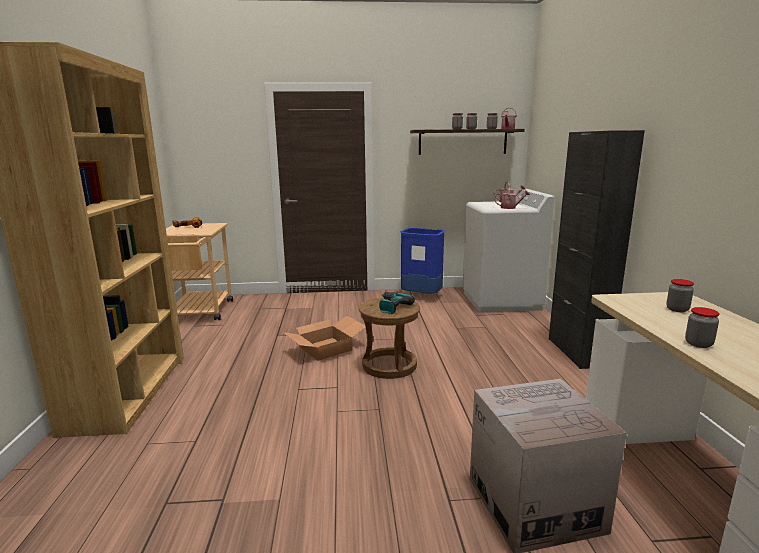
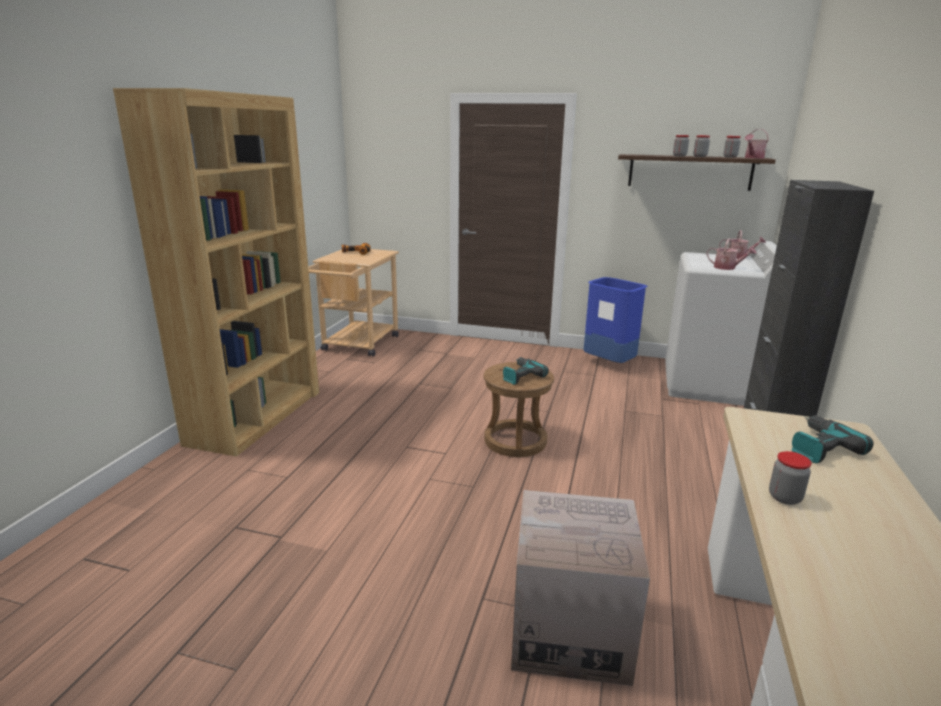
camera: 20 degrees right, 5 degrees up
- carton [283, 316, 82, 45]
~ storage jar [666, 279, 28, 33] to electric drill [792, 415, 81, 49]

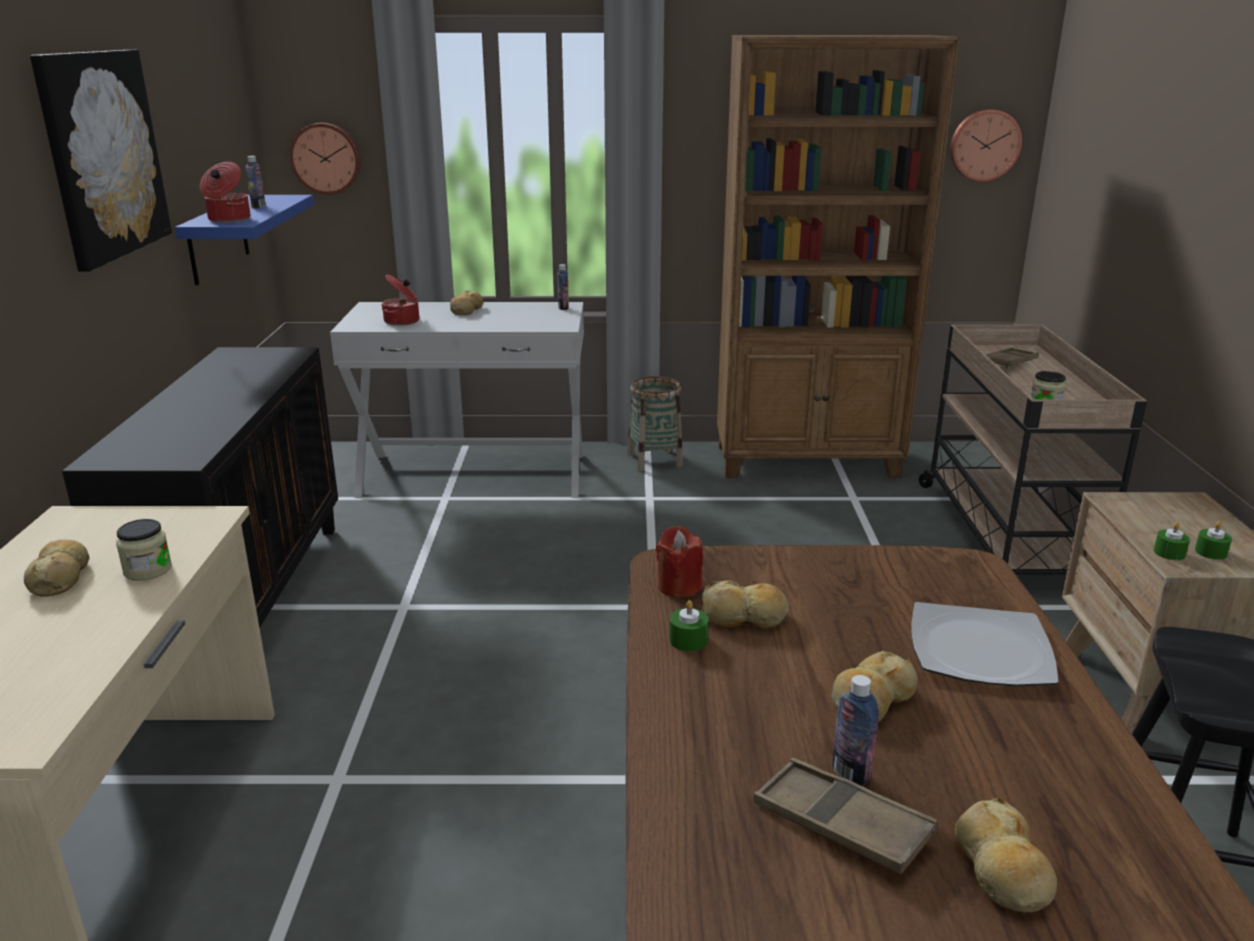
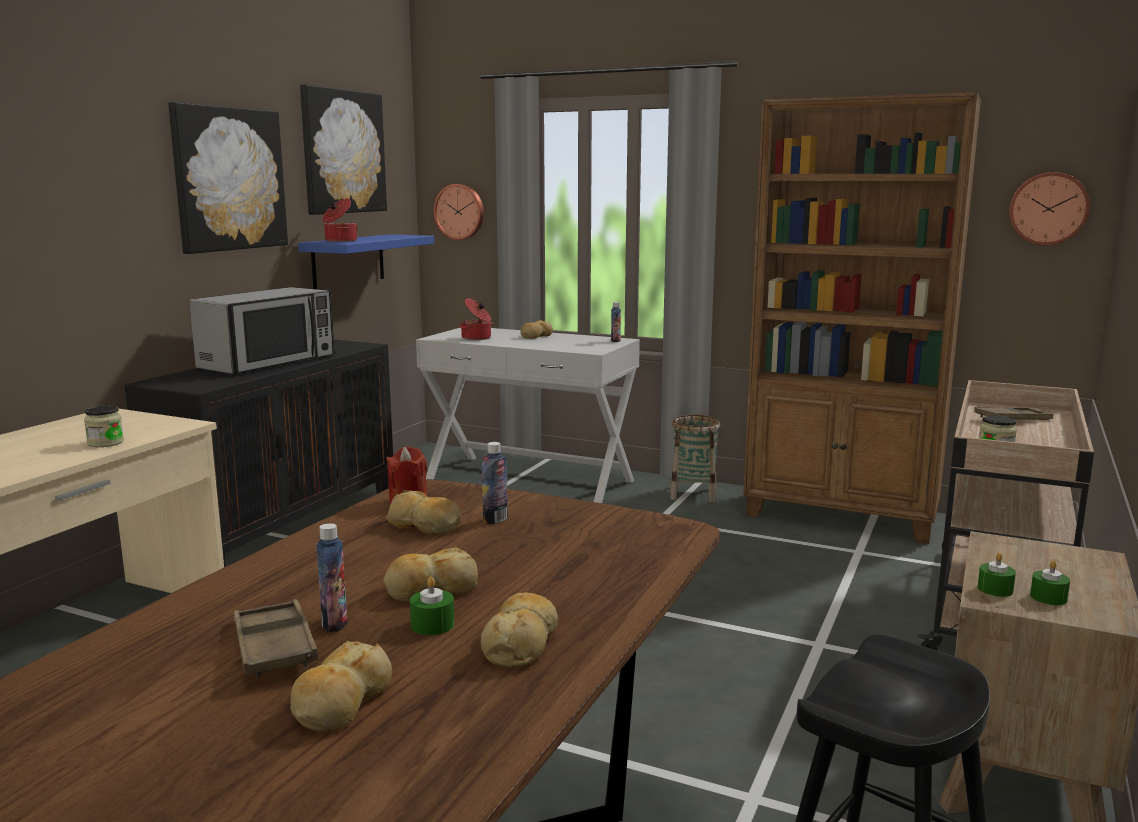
camera: 25 degrees right, 10 degrees down
~ baked bread [24, 540, 65, 57] to [481, 592, 77, 76]
~ drink bottle [246, 156, 20, 53] to [482, 442, 26, 83]
~ candle (green-coloured) [669, 600, 40, 51] to [410, 577, 44, 58]
- flat dish [911, 602, 147, 84]
+ kitchen microwave [189, 287, 146, 88]
+ wall picture [300, 85, 87, 130]

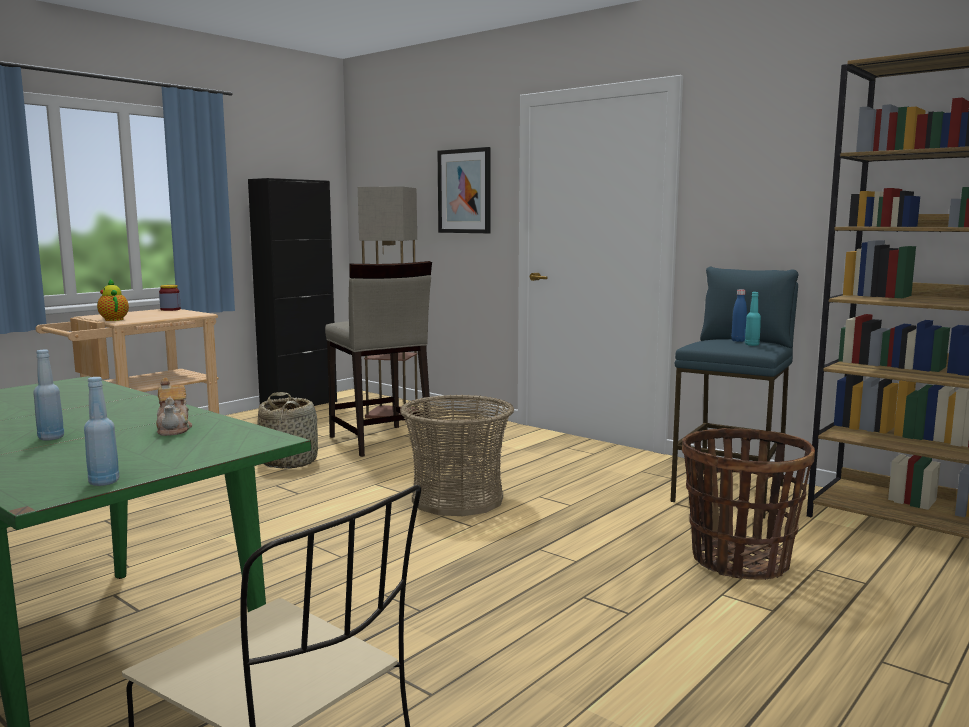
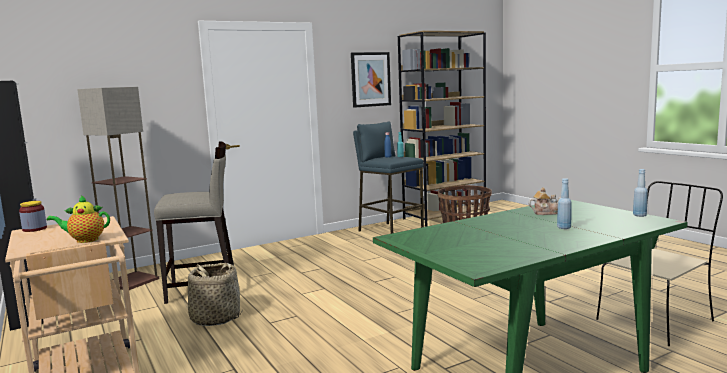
camera: 70 degrees left, 0 degrees up
- basket [400, 394, 114, 122]
~ wall picture [438, 147, 53, 86] to [351, 52, 40, 56]

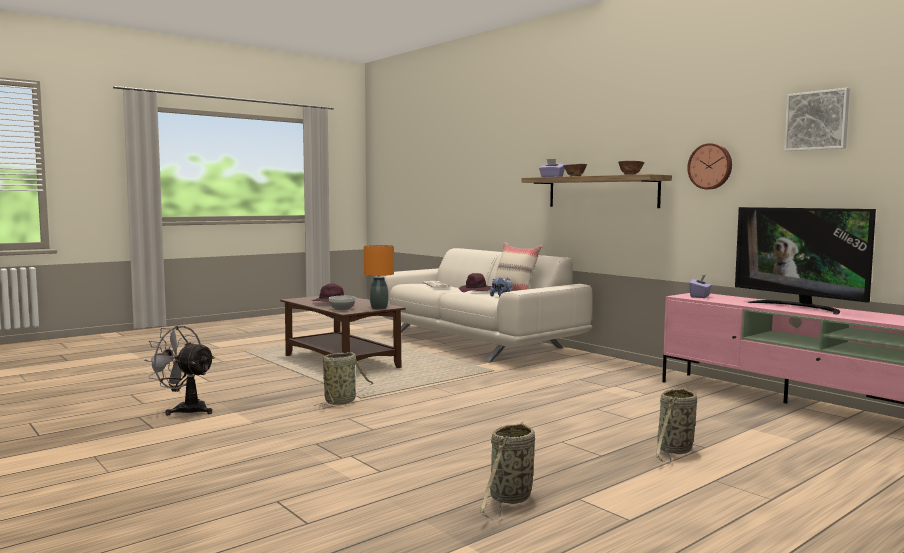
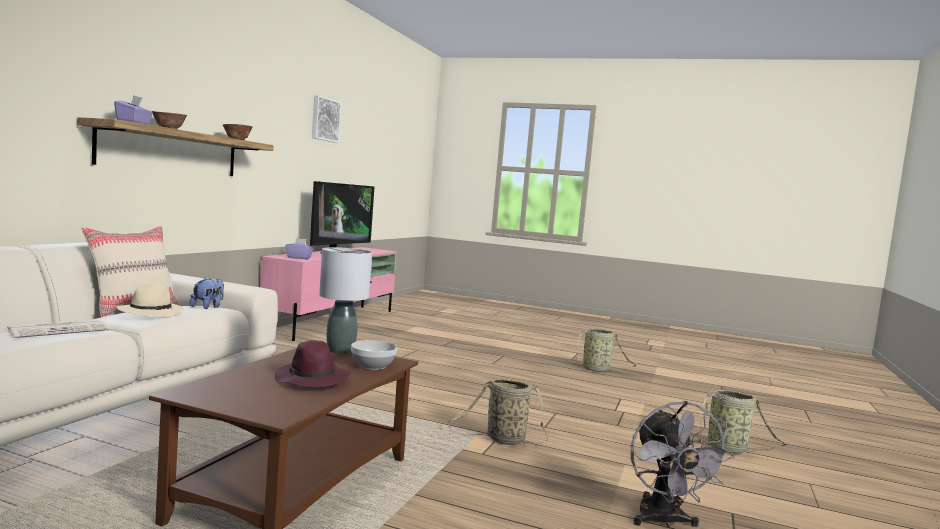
camera: 120 degrees left, 0 degrees up
~ table lamp (orange-coloured) [364, 245, 30, 64] to table lamp (grey) [319, 247, 53, 107]
~ wearable hat (purple) [459, 273, 34, 19] to wearable hat (beige) [117, 283, 67, 35]
~ basket [656, 387, 41, 77] to [690, 390, 96, 63]
- clock on the wall [687, 143, 45, 46]

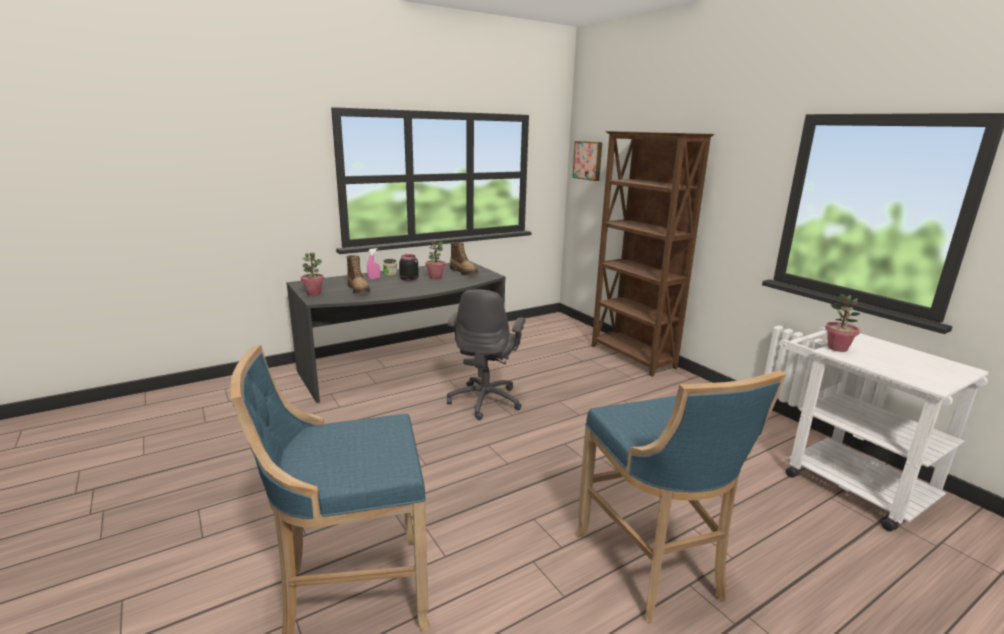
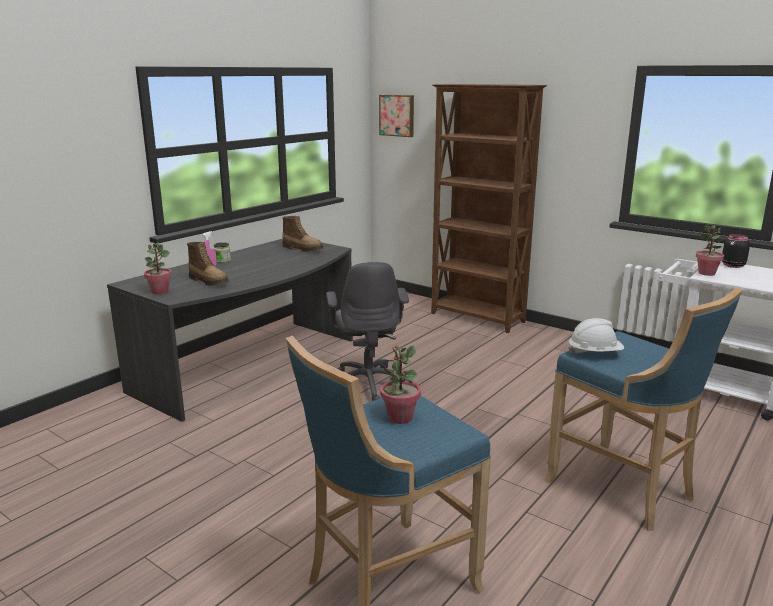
camera: 20 degrees left, 0 degrees up
~ storage jar (black-coloured) [399, 254, 20, 28] to [722, 234, 28, 34]
~ potted plant [426, 241, 19, 38] to [380, 345, 41, 79]
+ hard hat (whitish) [568, 318, 56, 36]

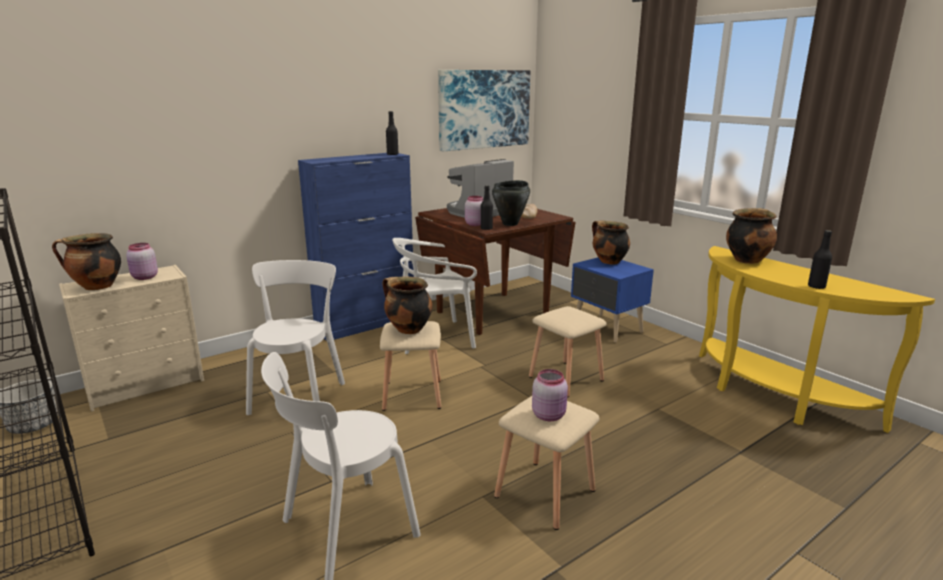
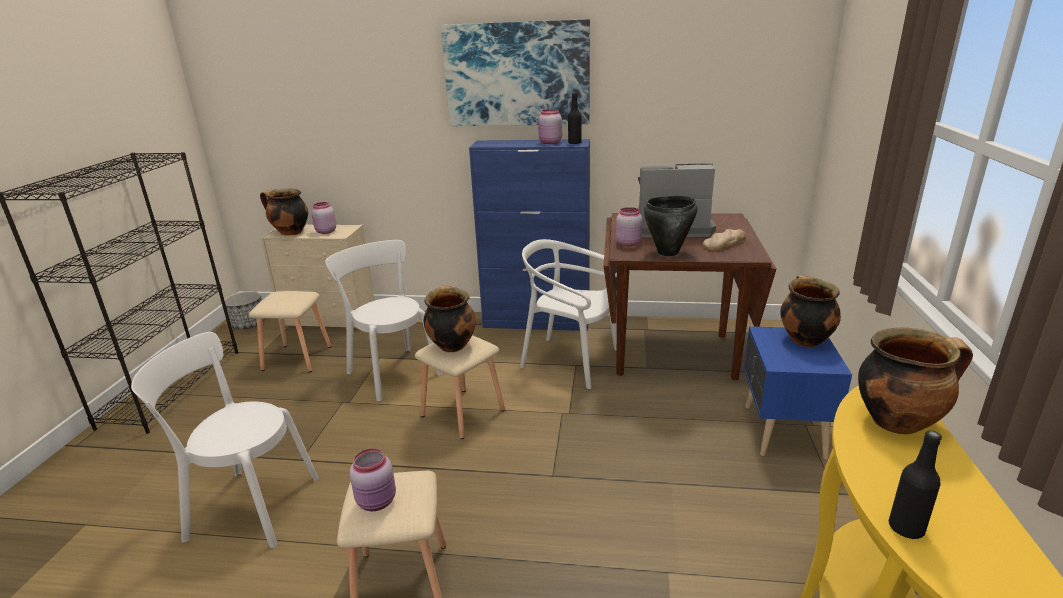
camera: 45 degrees right, 5 degrees up
~ upright chair (whitish) [246, 260, 99, 155] = [325, 240, 118, 161] 90 degrees counterclockwise
~ wall picture [438, 70, 93, 81] to [441, 19, 149, 107]
- drink bottle (black-coloured) [481, 185, 12, 45]
~ stool seat (beige) [529, 306, 78, 92] to [249, 291, 83, 81]
+ storage jar (pink) [538, 109, 24, 35]

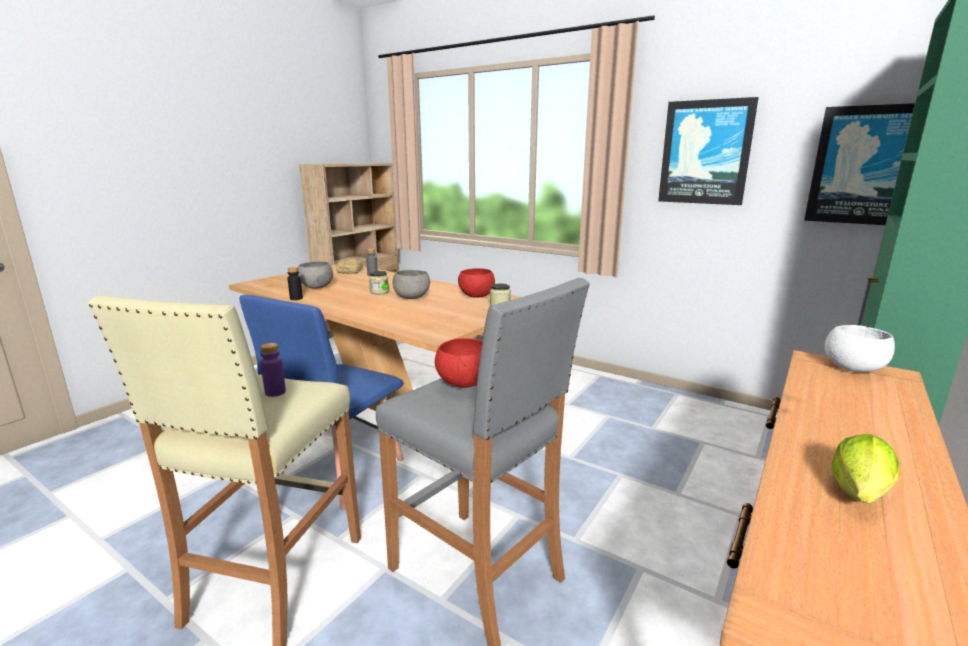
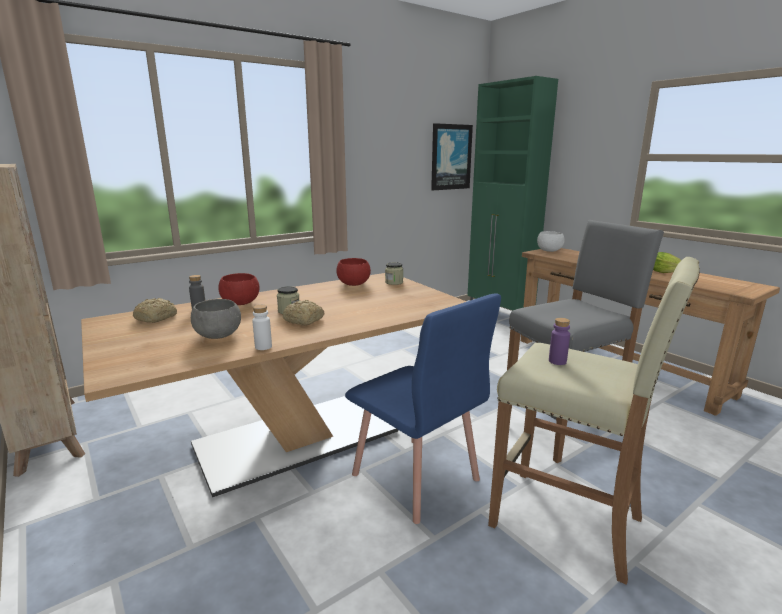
camera: 70 degrees left, 0 degrees up
~ drink bottle (black-coloured) [287, 267, 16, 33] to drink bottle (whitish) [252, 305, 20, 45]
- serving bowl (grey) [393, 270, 37, 29]
~ serving bowl (red-coloured) [435, 338, 47, 50] to [218, 273, 41, 32]
- wall picture [658, 97, 100, 108]
+ baked bread [283, 300, 41, 26]

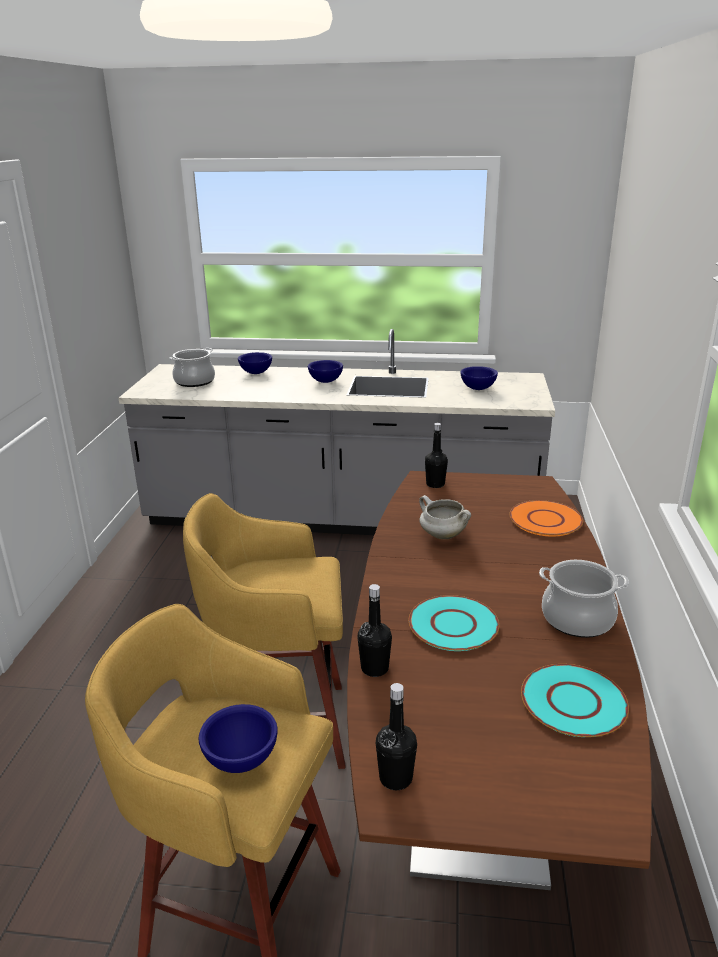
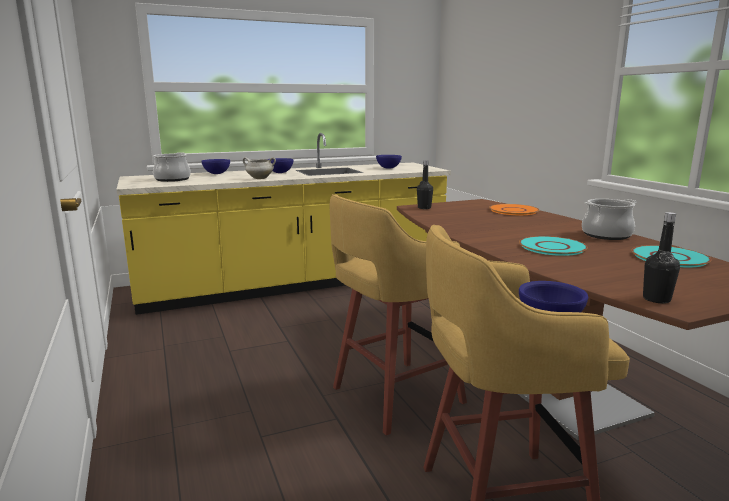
camera: 30 degrees left, 10 degrees down
~ kitchen base unit (grey) [119, 329, 436, 206] to kitchen base unit (yellow-coloured) [116, 133, 335, 182]
- drink bottle (black-coloured) [357, 584, 35, 93]
~ cooking pot (whitish) [419, 495, 52, 44] to [243, 157, 33, 22]

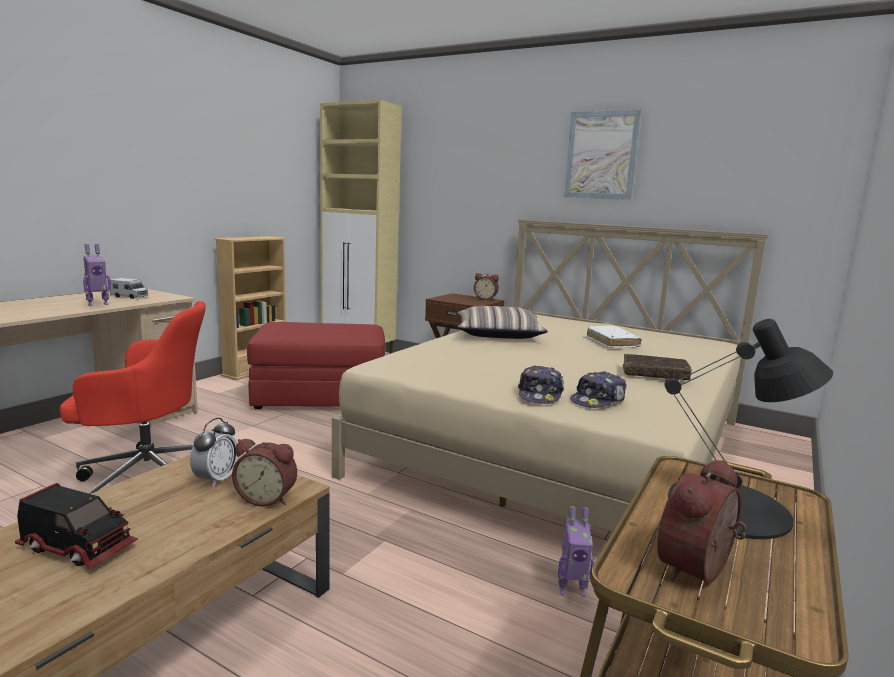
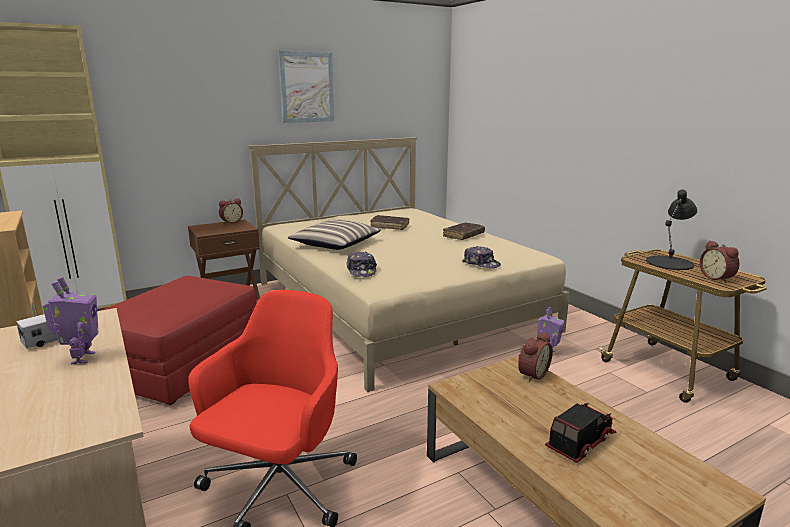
camera: 60 degrees left, 5 degrees up
- table clock [190, 418, 48, 69]
~ peaked cap [570, 371, 57, 37] to [347, 252, 30, 25]
~ book (whitish) [587, 326, 55, 22] to book (brown) [370, 215, 39, 15]

